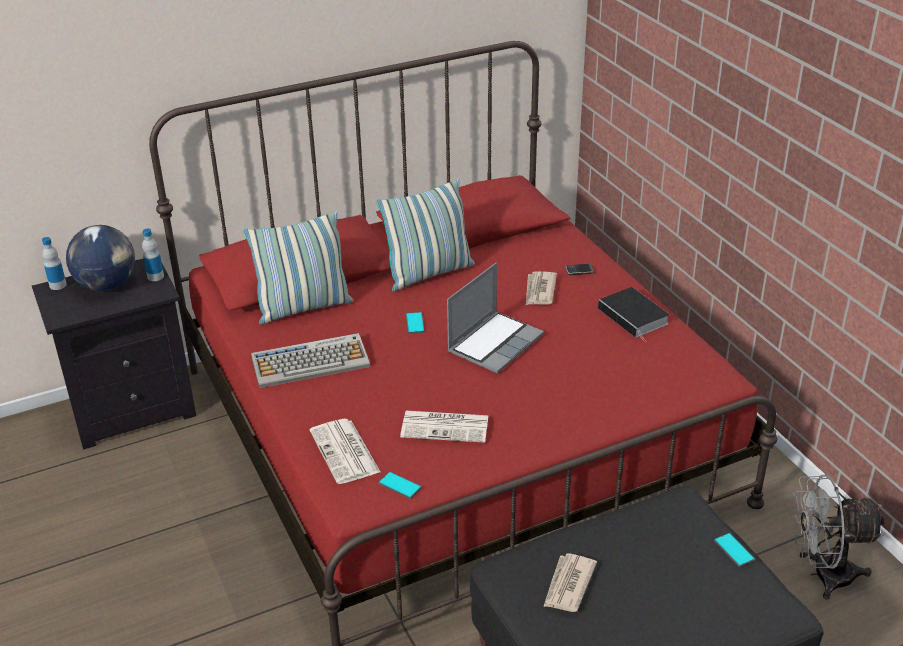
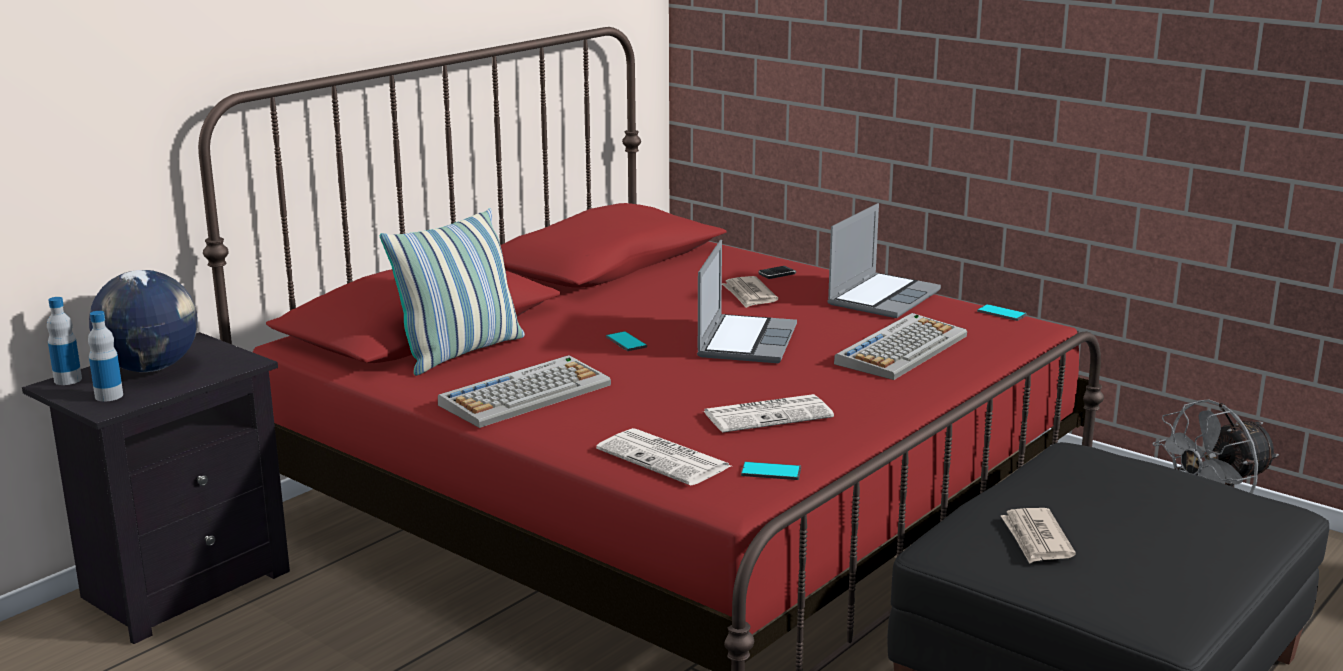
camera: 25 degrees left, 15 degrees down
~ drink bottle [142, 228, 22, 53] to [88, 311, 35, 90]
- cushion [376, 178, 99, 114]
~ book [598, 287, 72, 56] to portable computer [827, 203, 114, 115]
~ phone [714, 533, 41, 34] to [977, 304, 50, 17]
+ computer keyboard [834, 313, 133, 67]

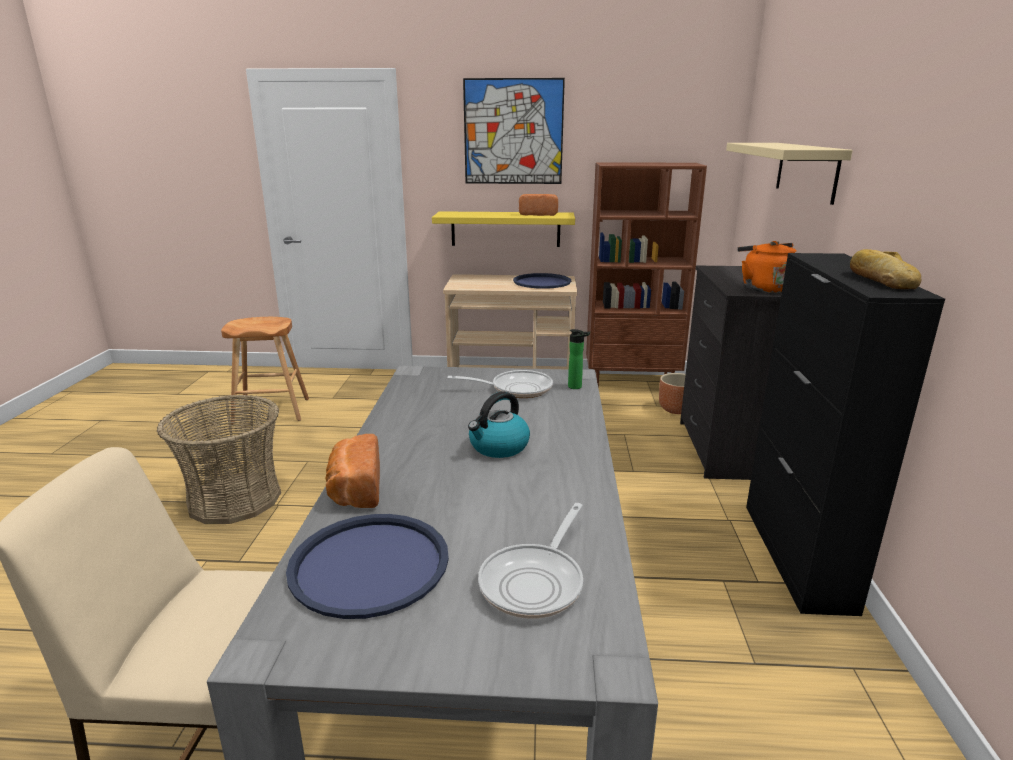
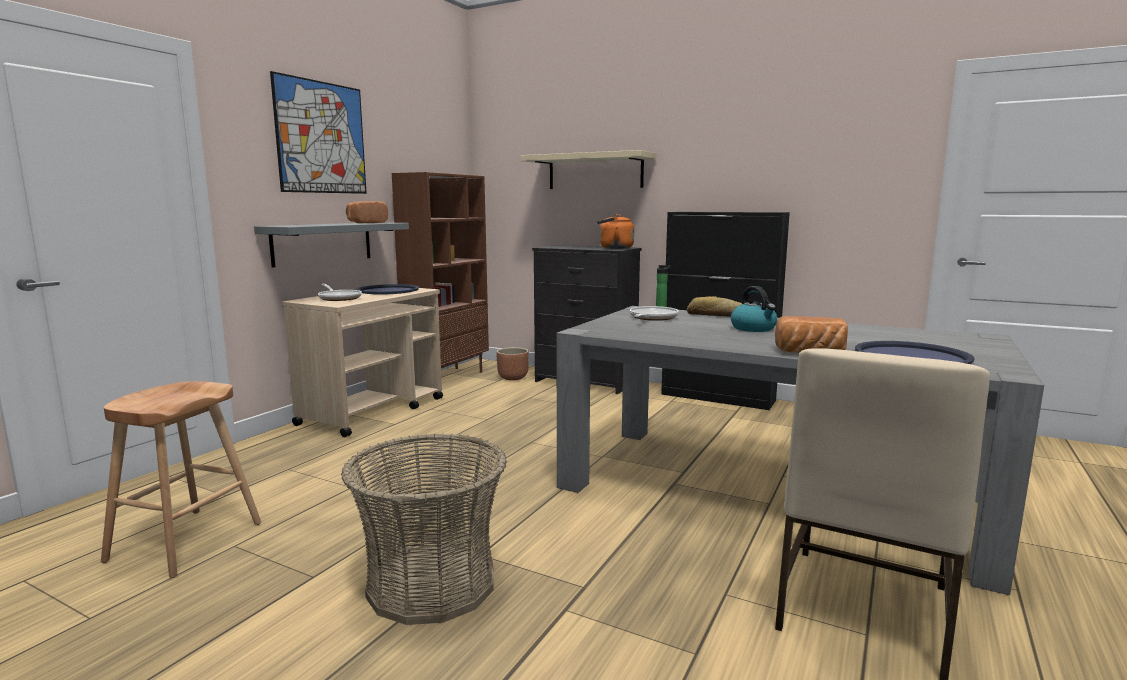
camera: 65 degrees left, 10 degrees down
~ shelf (yellow-coloured) [432, 211, 143, 36] to shelf (grey) [254, 222, 155, 46]
~ frying pan [478, 503, 105, 116] to [318, 284, 44, 17]
~ baked bread [850, 249, 72, 40] to [687, 296, 55, 21]

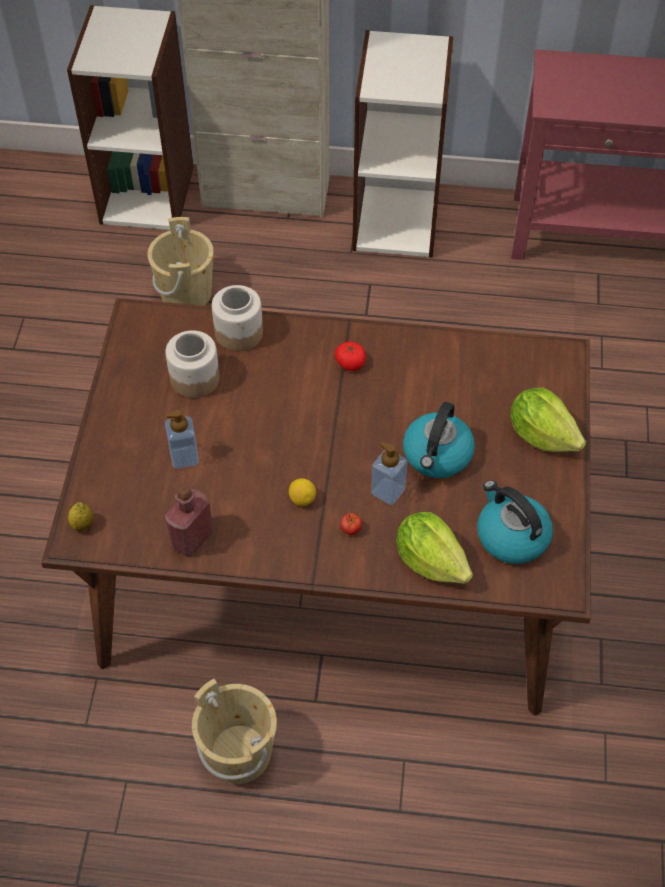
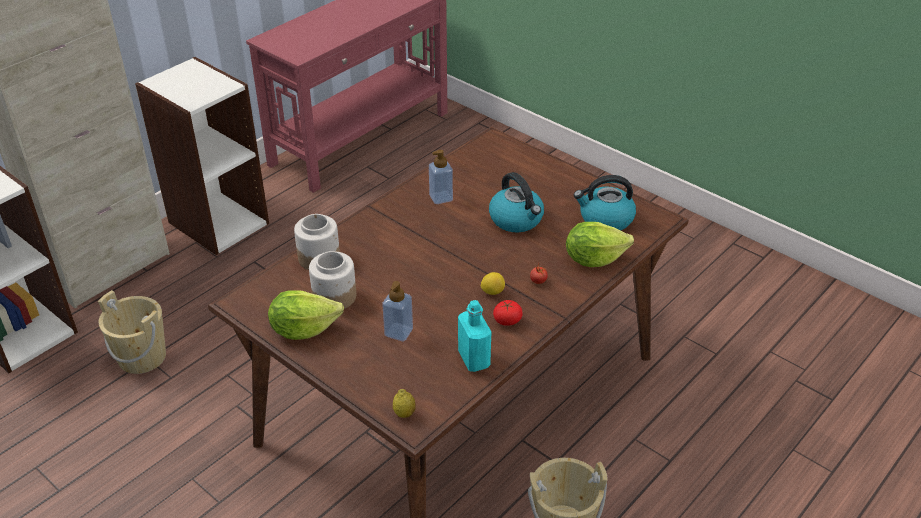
camera: 55 degrees left, 15 degrees down
~ drink bottle (red-coloured) [165, 486, 48, 70] to drink bottle (turquoise-coloured) [458, 300, 34, 72]
~ tomato [335, 342, 31, 29] to [493, 300, 30, 26]
~ liquid soap bottle [371, 442, 37, 63] to [429, 150, 24, 54]
~ head of lettuce [510, 387, 76, 65] to [268, 290, 76, 50]

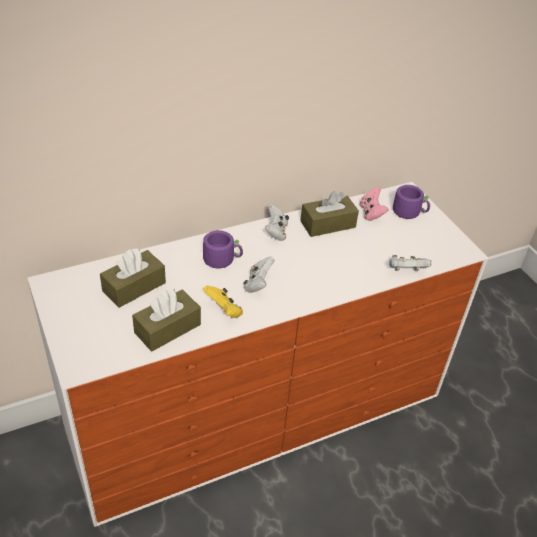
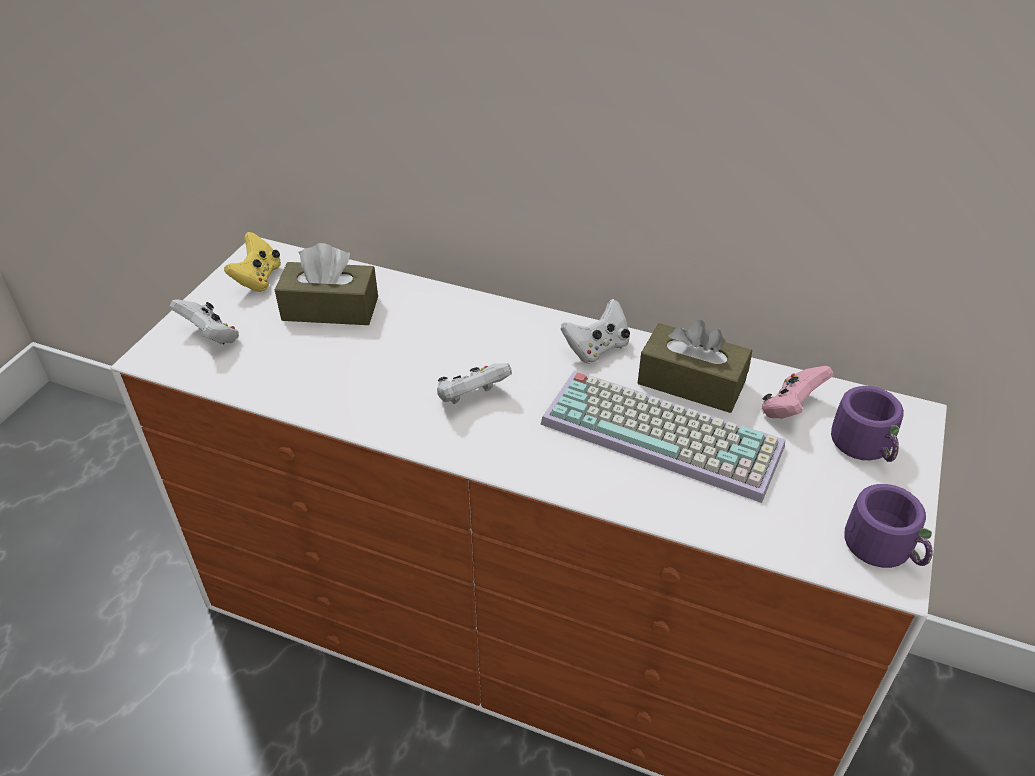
camera: 50 degrees right, 0 degrees up
- tissue box (brown) [132, 288, 69, 64]
~ tea mug (purple) [203, 230, 40, 38] to [844, 484, 89, 84]
~ gamepad (yellow-coloured) [203, 286, 40, 32] to [224, 232, 57, 60]
~ gamepad (whitish) [389, 255, 43, 16] to [169, 299, 70, 46]
+ computer keyboard [540, 370, 245, 133]

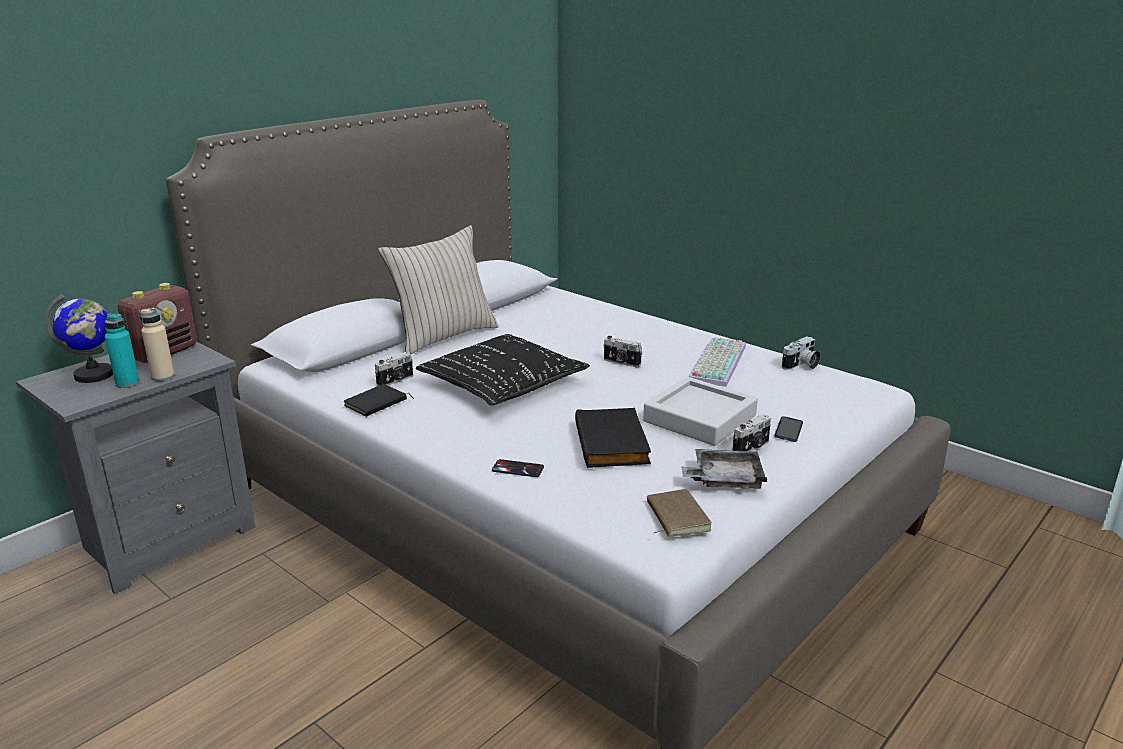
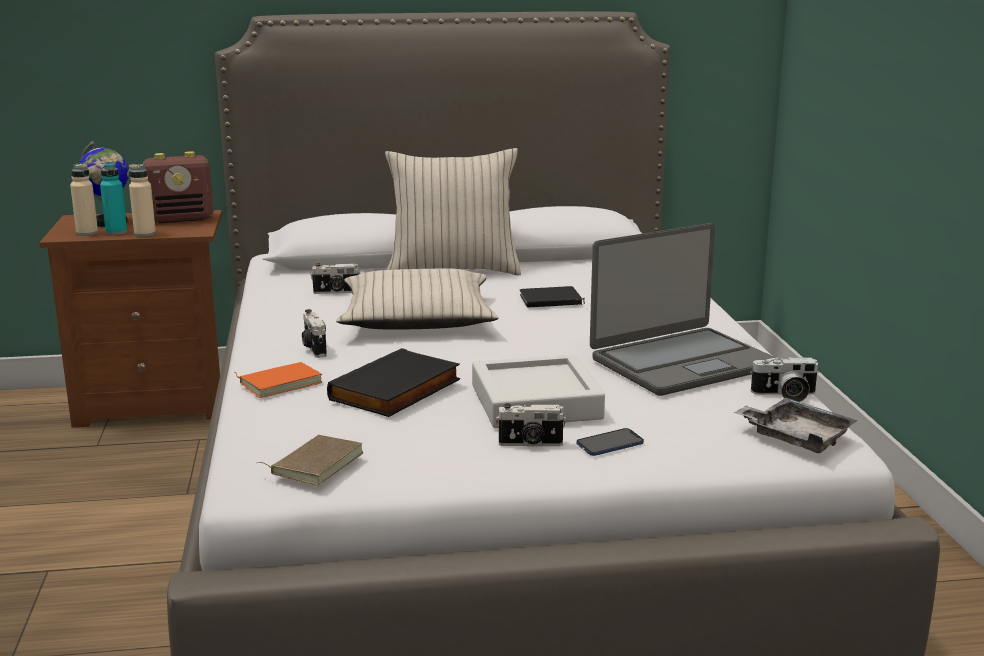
camera: 40 degrees right, 5 degrees down
~ nightstand (grey) [16, 342, 239, 252] to nightstand (brown) [39, 210, 183, 218]
~ book (black-coloured) [344, 384, 70, 33] to [520, 286, 65, 22]
~ cushion (black-coloured) [416, 334, 174, 71] to cushion (beige) [336, 268, 163, 62]
~ phone [492, 459, 52, 18] to book (orange-coloured) [234, 362, 88, 36]
~ photo camera [604, 336, 39, 31] to [302, 309, 25, 49]
~ carrying tray (grey) [681, 449, 86, 40] to [733, 398, 125, 55]
~ computer keyboard [689, 337, 57, 50] to portable computer [590, 223, 190, 173]
+ drink bottle (beige) [70, 163, 28, 73]

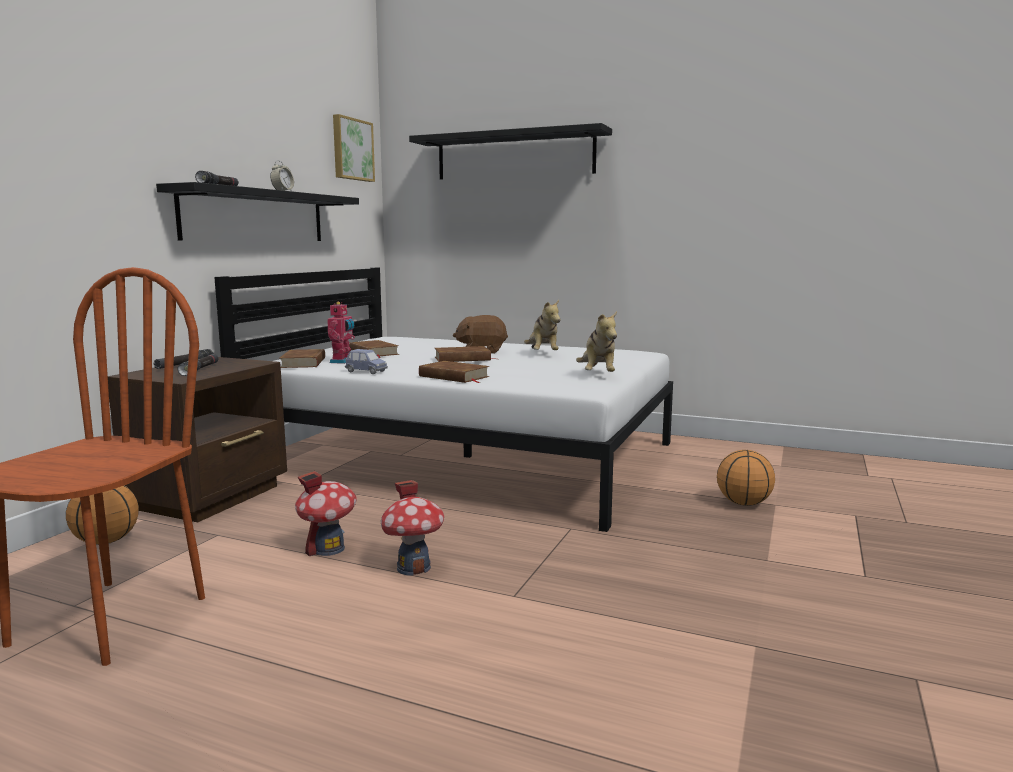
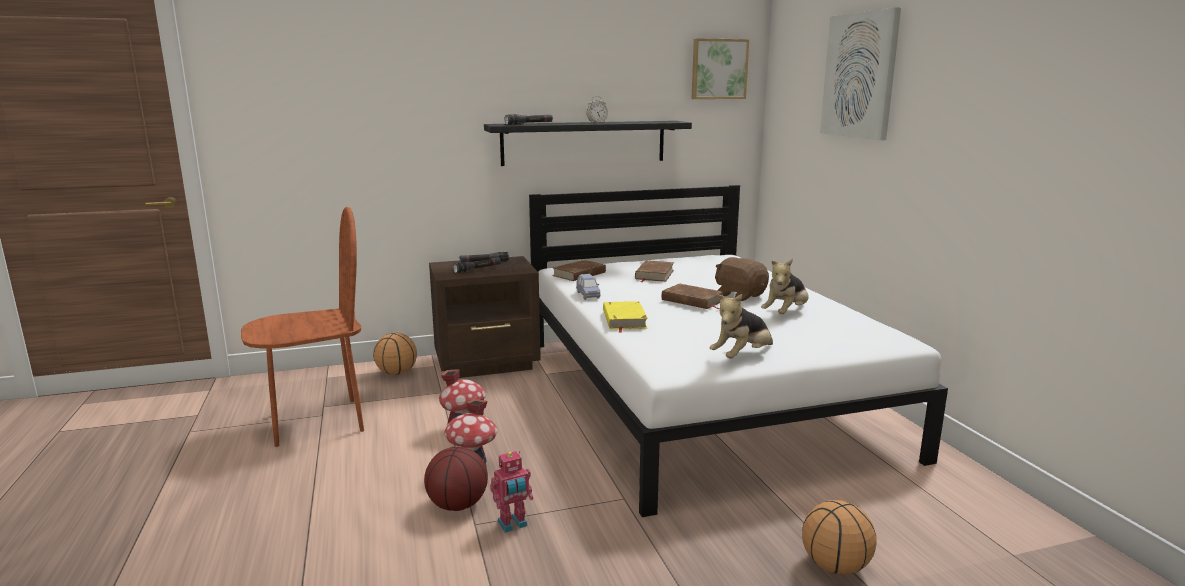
camera: 50 degrees right, 5 degrees up
~ model robot [327, 302, 28, 62] to [490, 451, 43, 82]
~ shelf (black-coloured) [409, 123, 203, 56] to wall picture [820, 7, 81, 133]
~ book (brown) [419, 361, 70, 22] to book (yellow-coloured) [603, 301, 45, 32]
+ ball for basketball [424, 446, 64, 65]

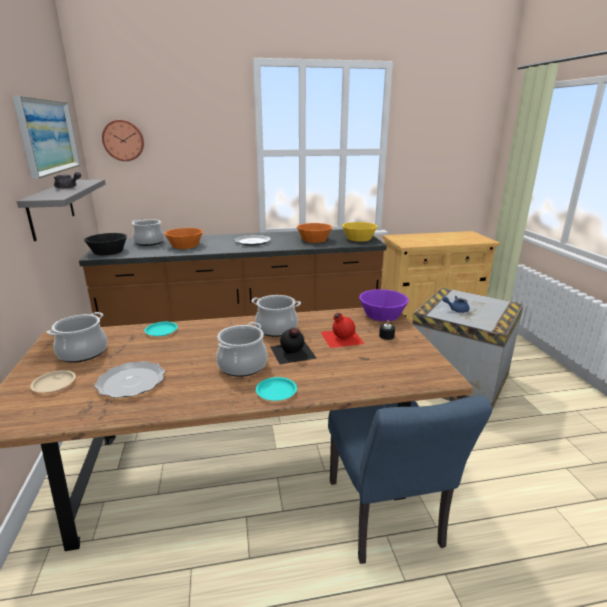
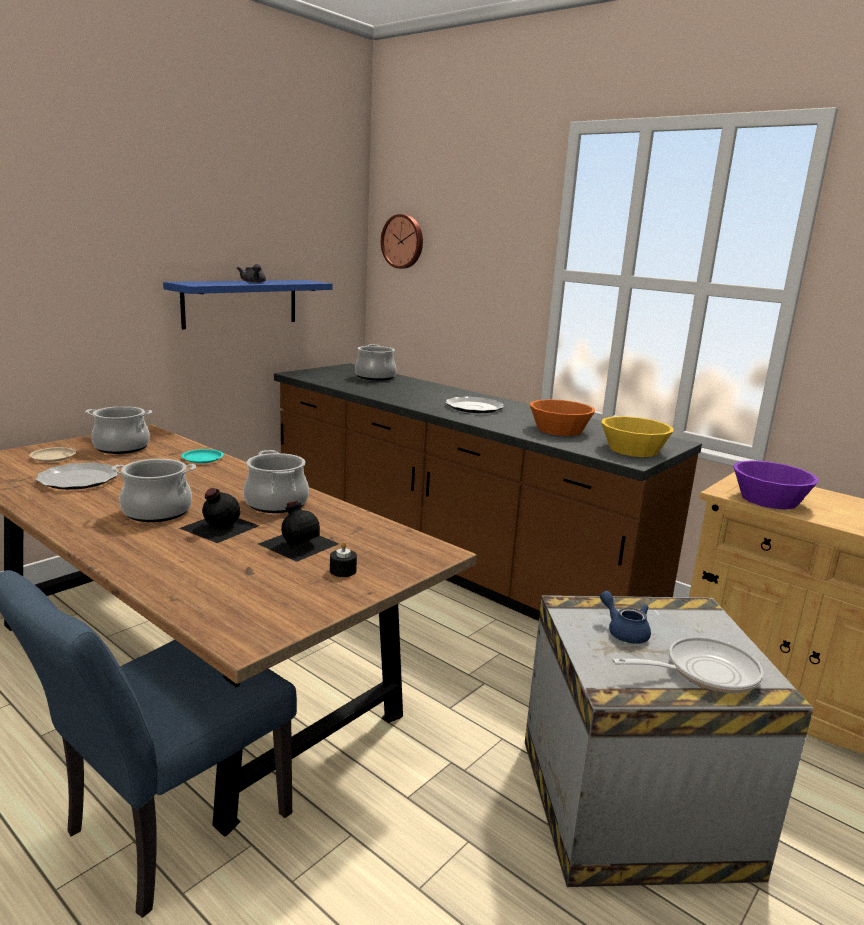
camera: 50 degrees right, 5 degrees down
- wall picture [13, 96, 67, 83]
~ shelf (grey) [17, 179, 89, 62] to shelf (bluish) [163, 280, 170, 50]
- serving bowl (black-coloured) [84, 233, 43, 22]
- serving bowl (orange-coloured) [164, 228, 39, 21]
- flat dish (turquoise-coloured) [256, 377, 41, 24]
~ drink bottle (red-coloured) [321, 313, 43, 35] to drink bottle (black-coloured) [258, 500, 81, 62]
~ serving bowl (purple) [359, 289, 50, 32] to [733, 460, 86, 49]
+ frying pan [612, 637, 152, 57]

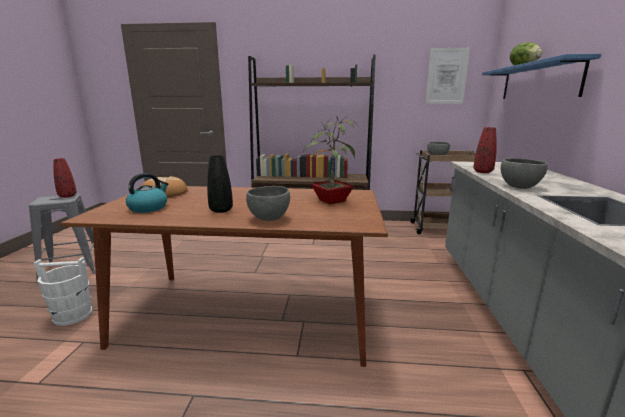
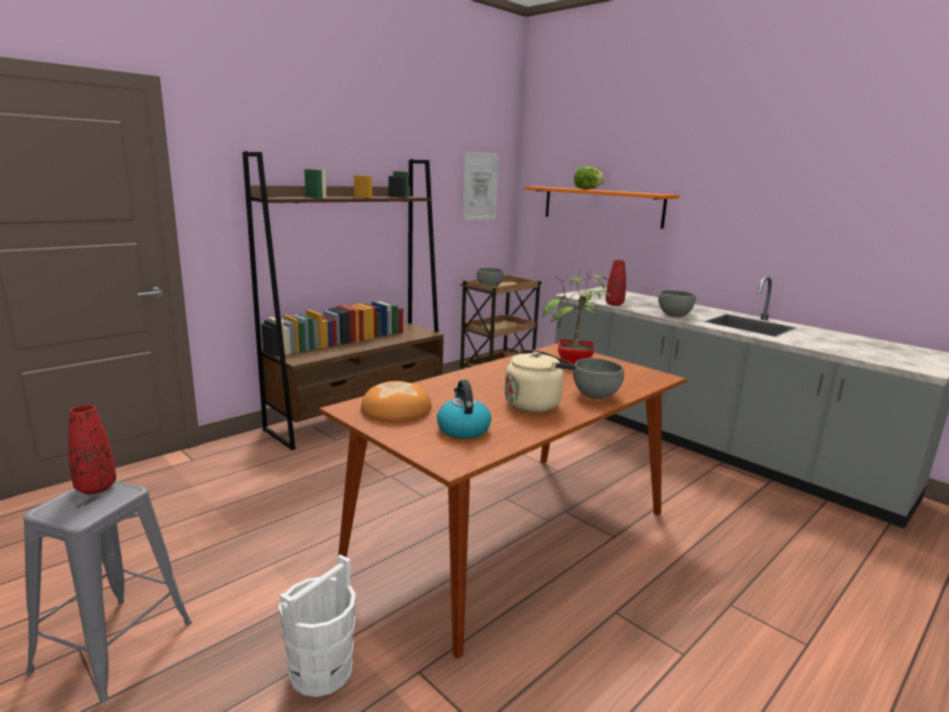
camera: 50 degrees left, 0 degrees up
~ vase (black-coloured) [207, 155, 26, 58] to tea kettle (beige) [505, 349, 71, 63]
~ shelf (bluish) [482, 54, 119, 45] to shelf (orange-coloured) [524, 186, 155, 43]

